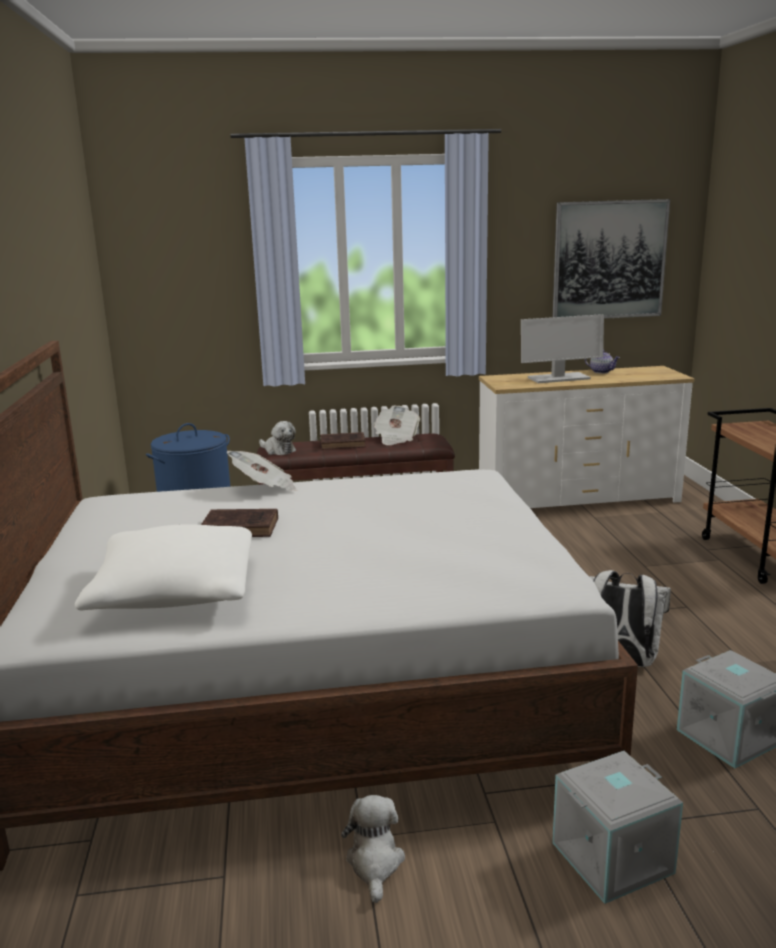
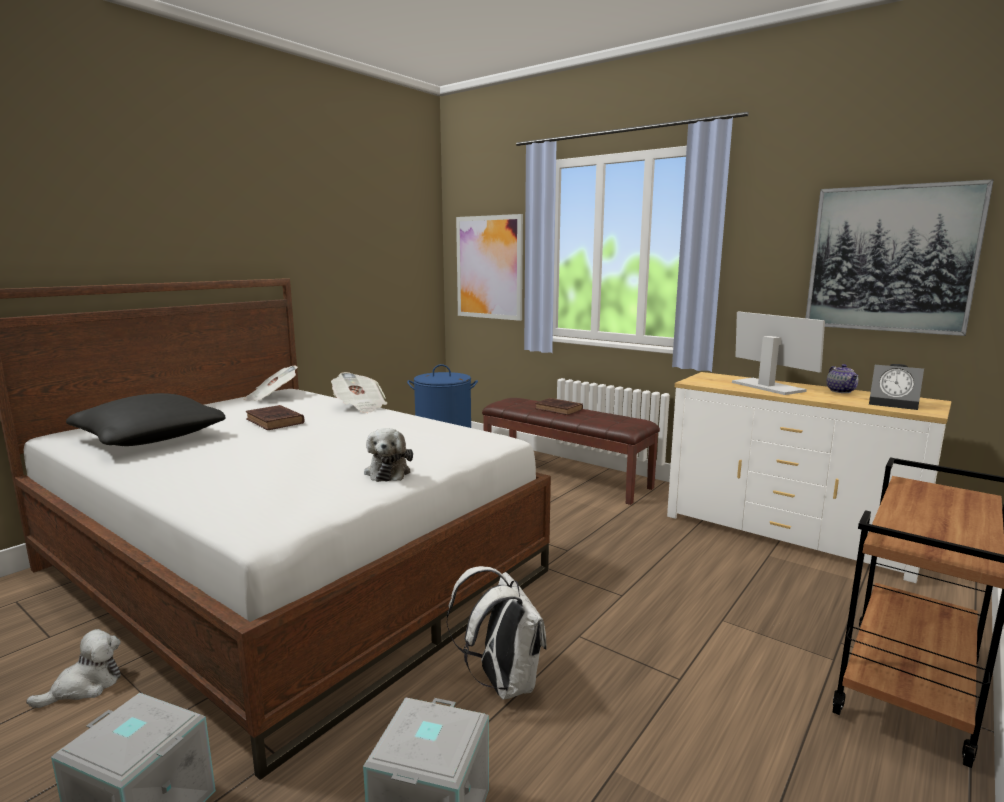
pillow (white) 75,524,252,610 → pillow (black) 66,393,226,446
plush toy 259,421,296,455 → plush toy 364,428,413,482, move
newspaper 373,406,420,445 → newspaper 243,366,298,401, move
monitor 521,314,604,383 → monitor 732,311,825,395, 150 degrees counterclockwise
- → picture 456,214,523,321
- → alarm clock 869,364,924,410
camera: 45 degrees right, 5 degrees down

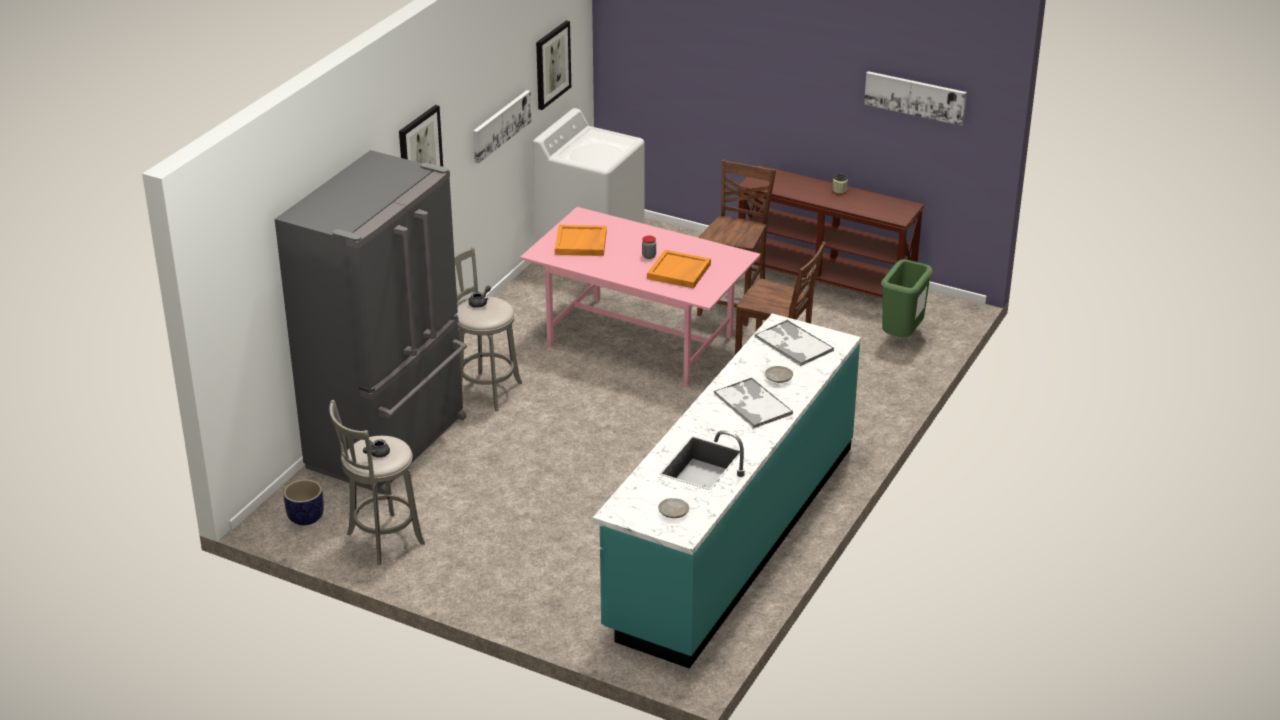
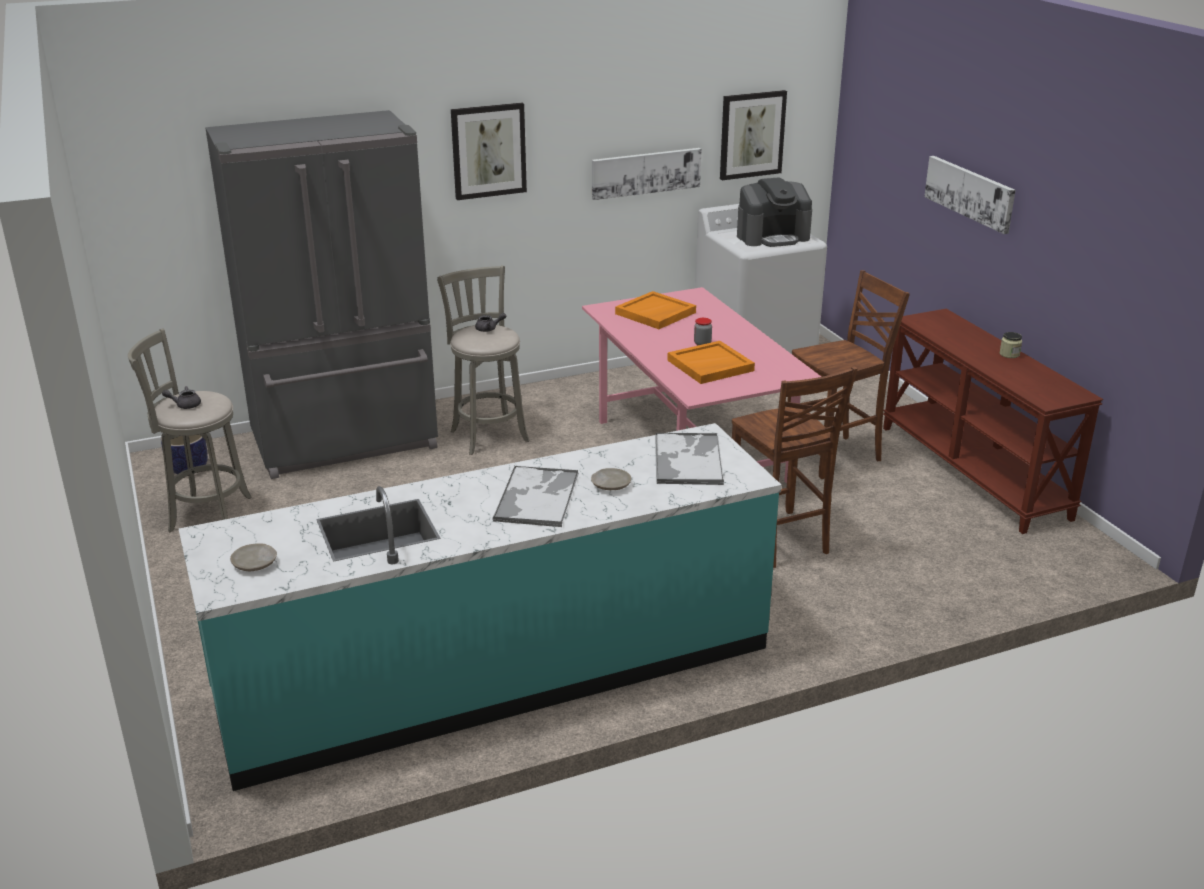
picture 864,71,967,126 → picture 924,156,1015,234, move
trash can (green) 881,259,933,337 → -
- → coffee machine 737,177,812,247
camera: 40 degrees right, 5 degrees down

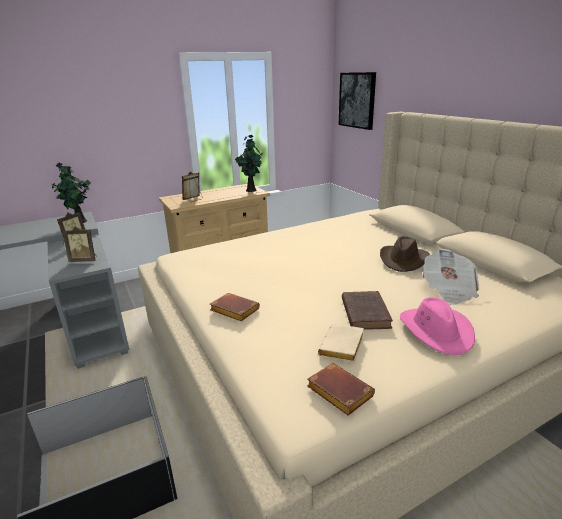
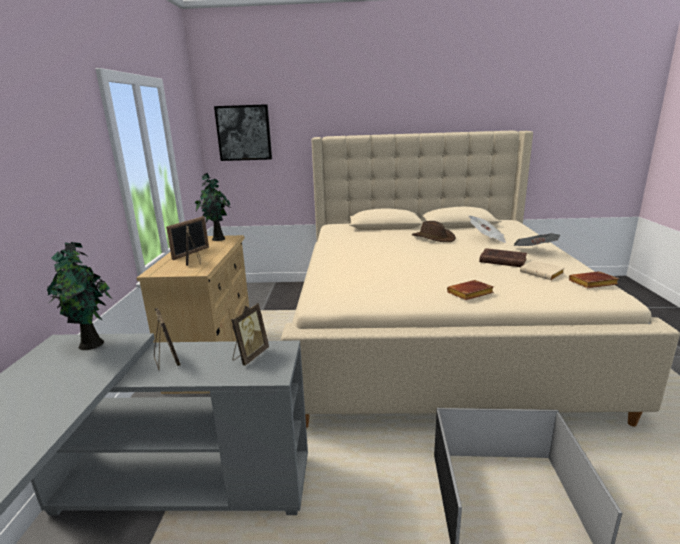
hat (pink) 400,297,475,355 → newspaper 513,233,561,246
- → picture frame 166,216,209,260
camera: 60 degrees left, 5 degrees down

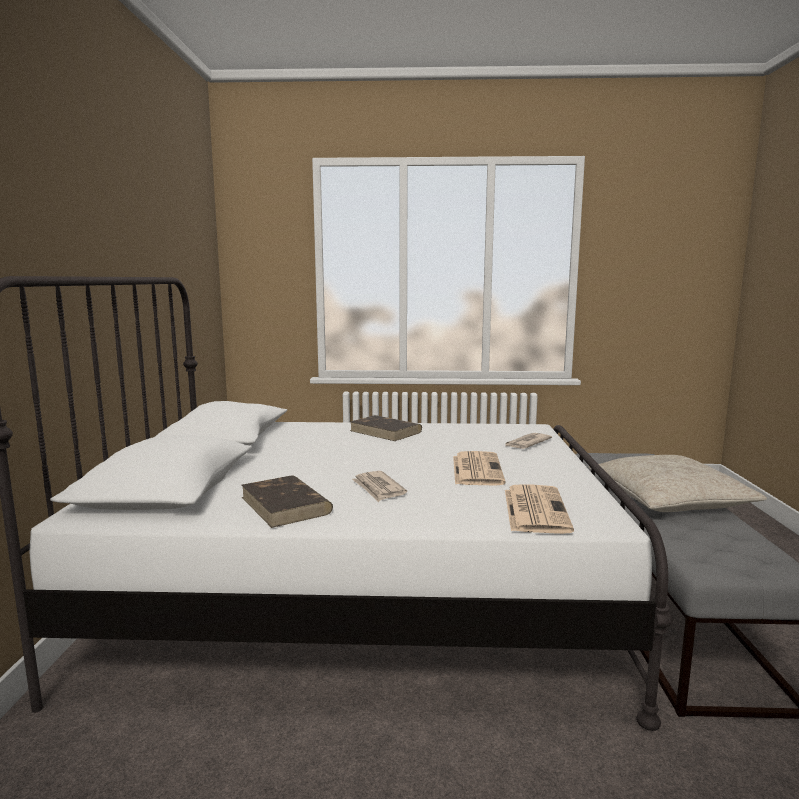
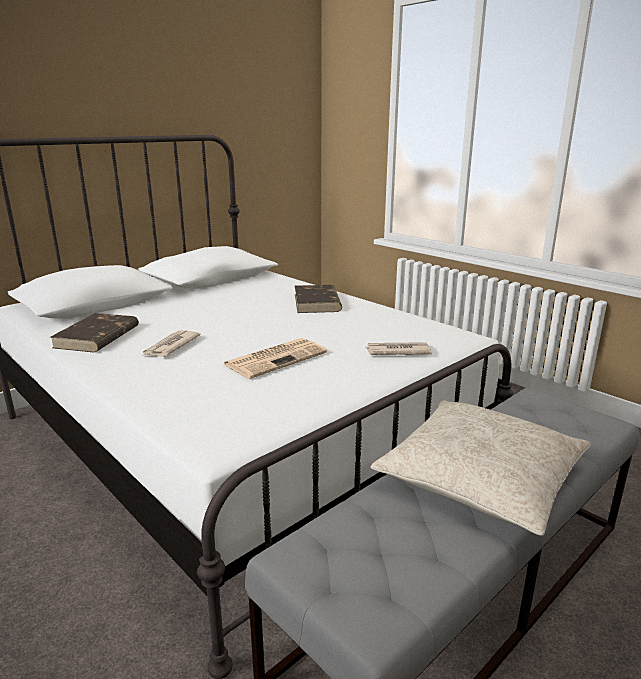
newspaper 505,484,574,534 → -
camera: 45 degrees right, 10 degrees up

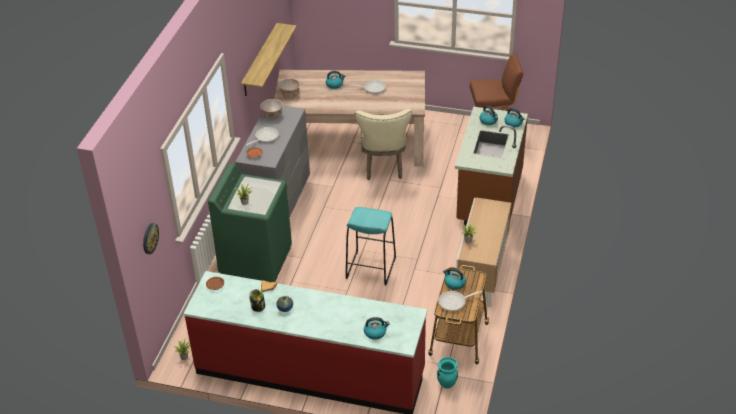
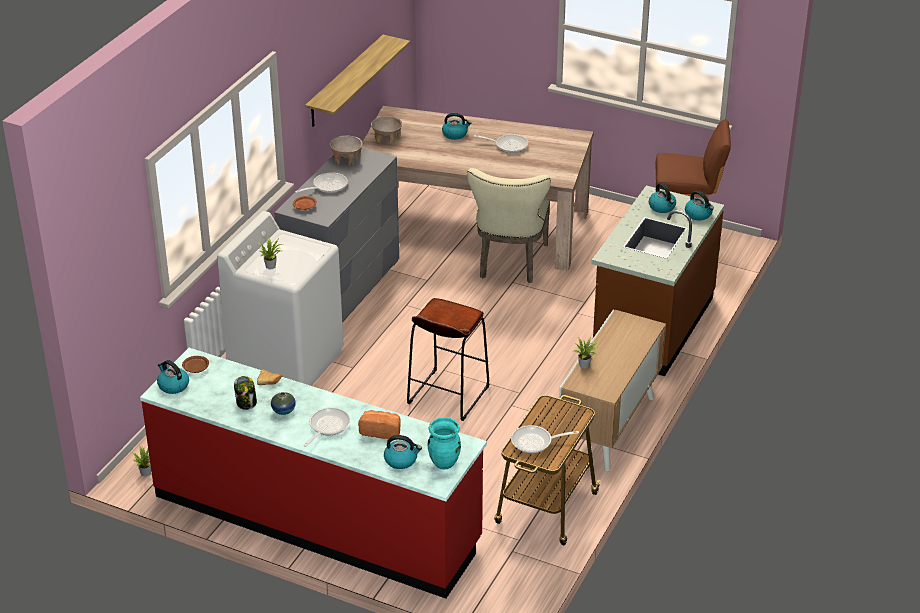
wall clock 143,223,159,254 → -
washing machine (green) 208,163,292,282 → washing machine (white) 217,211,343,386
stool (turquoise) 346,207,396,285 → stool (brown) 407,298,490,421
vase (turquoise) 437,357,458,389 → vase (turquoise) 427,417,461,469, move
kettle 443,268,466,290 → kettle 157,360,189,394, move
- → frying pan 303,407,350,447
- → bread 358,410,401,439
camera: 10 degrees right, 5 degrees down

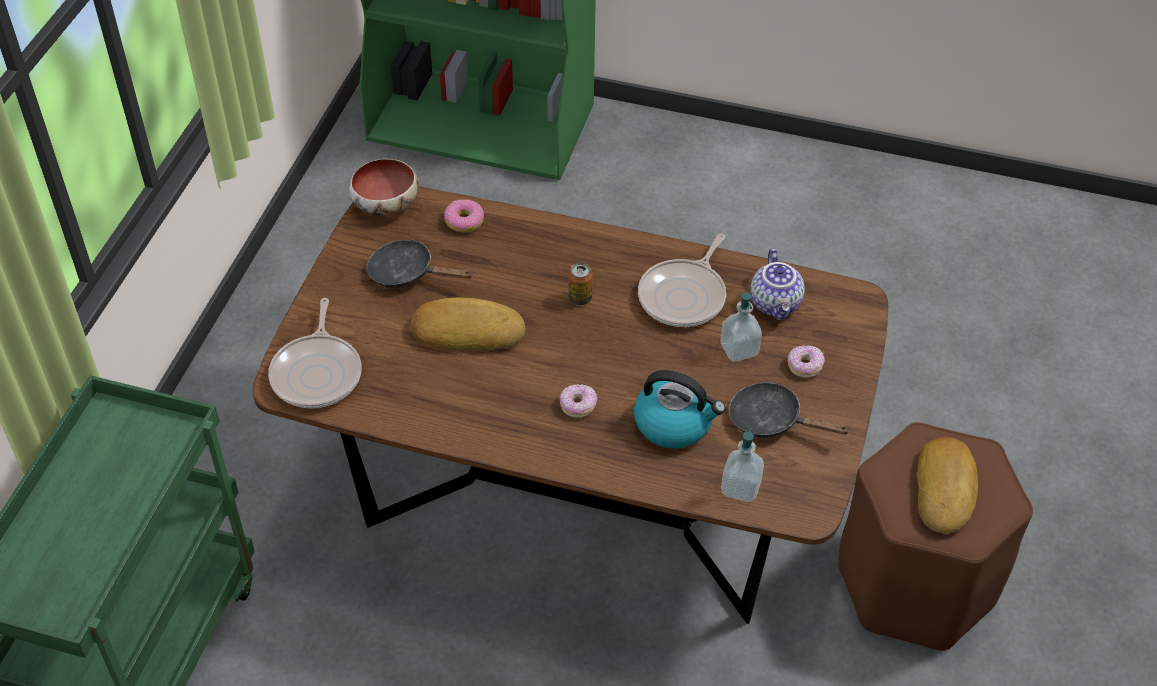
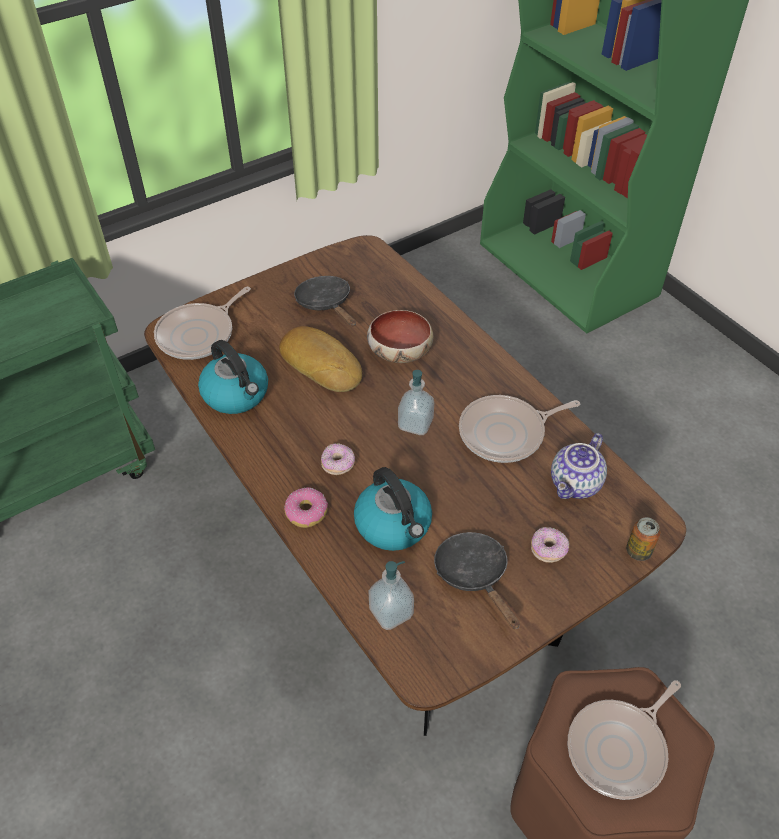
bowl 349,159,419,215 → bowl 367,310,434,363, move
donut 444,199,484,232 → donut 284,487,328,528, move
can 568,263,593,305 → can 626,517,660,561, move
soap dispenser 721,292,762,361 → soap dispenser 398,370,434,435, move
bread 917,437,978,533 → frying pan 568,680,681,800
- → kettle 198,340,268,414
camera: 40 degrees right, 0 degrees up

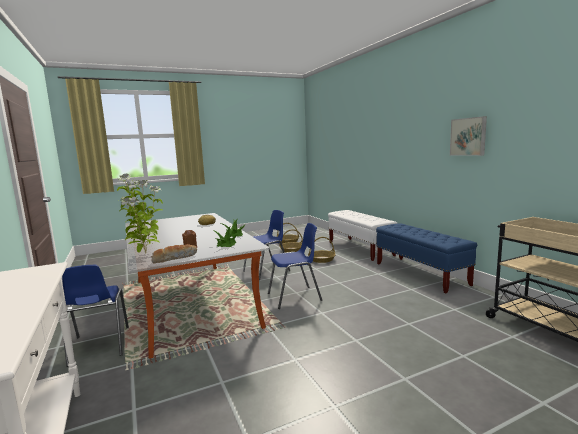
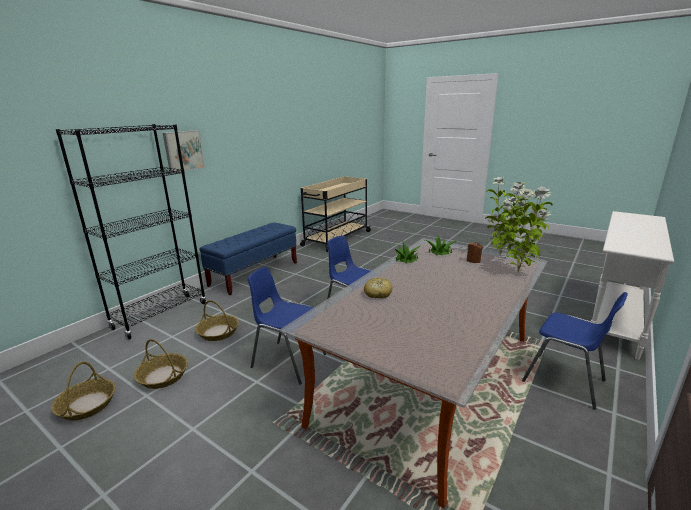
chair (blue) 62,265,129,367 → chair (blue) 522,292,628,409, 90 degrees clockwise
bread 151,244,197,264 → potted plant 485,177,529,255
bench (white) 328,210,397,261 → bookcase (black) 56,124,206,340
picture 450,116,487,156 → picture 163,130,205,173, move
camera: 120 degrees left, 10 degrees up

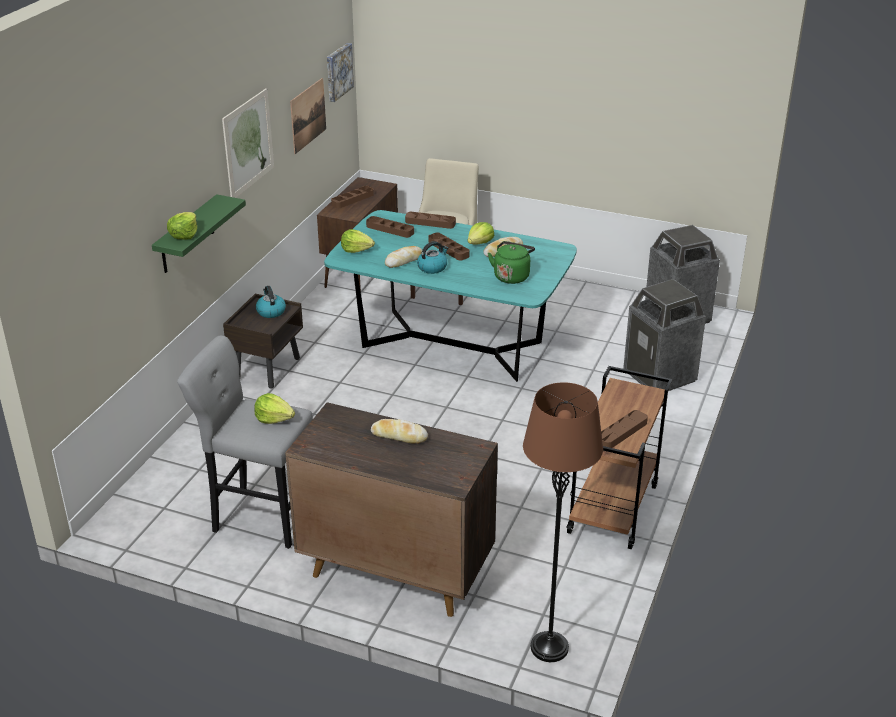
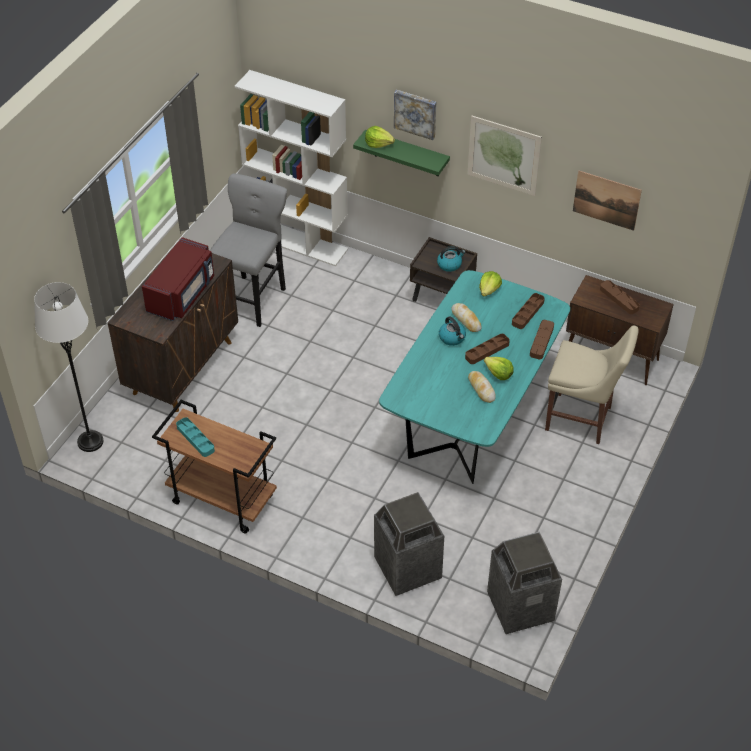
lettuce 254,393,295,424 → -
picture 327,43,354,102 → picture 394,90,436,140, move
bread 371,419,428,444 → microwave (red) 142,237,214,321
kettle (green) 488,241,535,284 → -
floor lamp (brown) 523,382,603,662 → floor lamp (white) 34,282,104,452
tray (brown) 601,410,648,448 → tray (turquoise) 176,417,215,457
- → bookcase (white) 234,70,348,266
camera: 95 degrees right, 15 degrees up

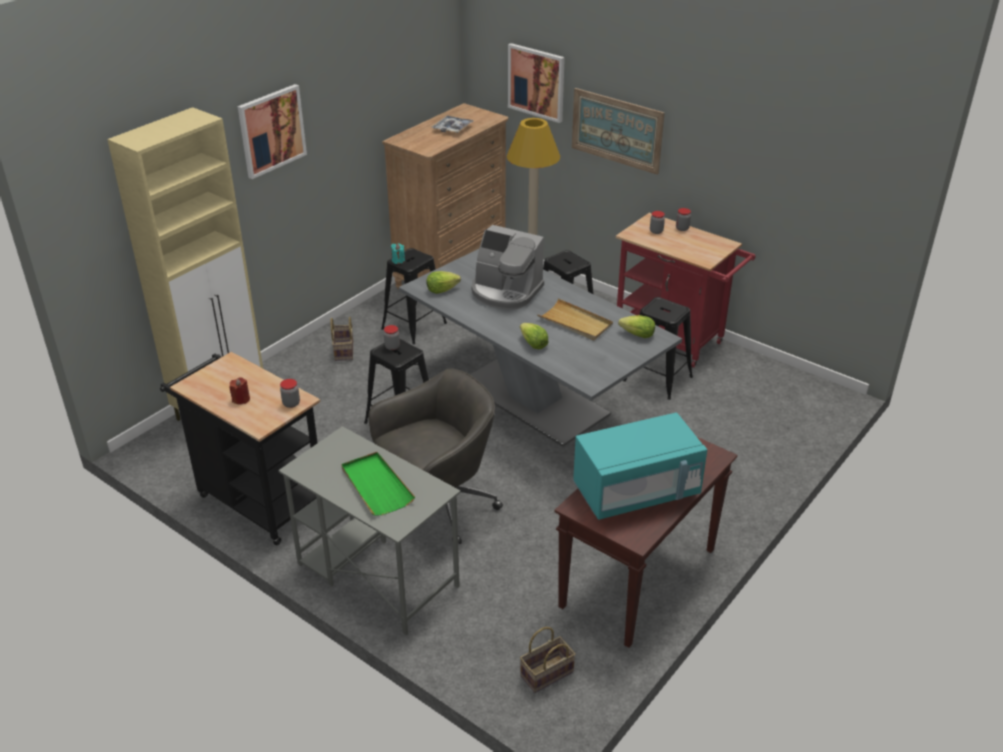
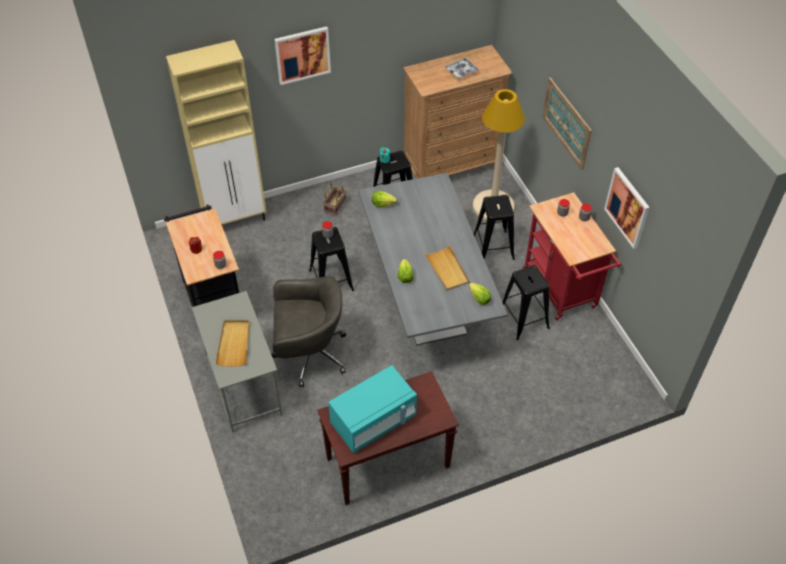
tray (green) 341,452,415,516 → tray (beige) 215,320,250,367
coffee machine 472,225,544,310 → -
picture 508,43,565,123 → picture 604,167,650,249, move
basket 520,627,576,693 → -
microwave (turquoise) 573,413,707,520 → microwave (turquoise) 328,365,417,453, 45 degrees counterclockwise
camera: 30 degrees right, 15 degrees up

